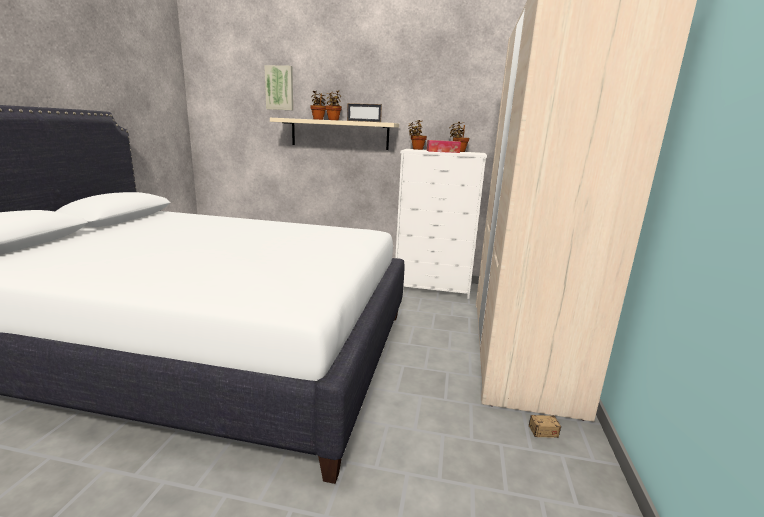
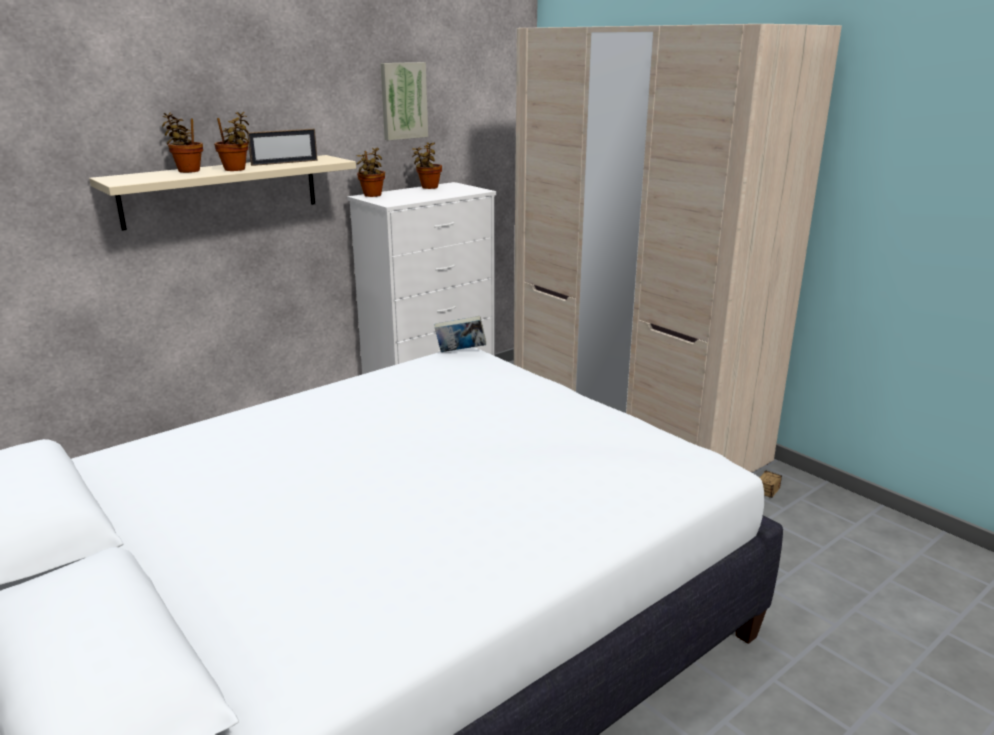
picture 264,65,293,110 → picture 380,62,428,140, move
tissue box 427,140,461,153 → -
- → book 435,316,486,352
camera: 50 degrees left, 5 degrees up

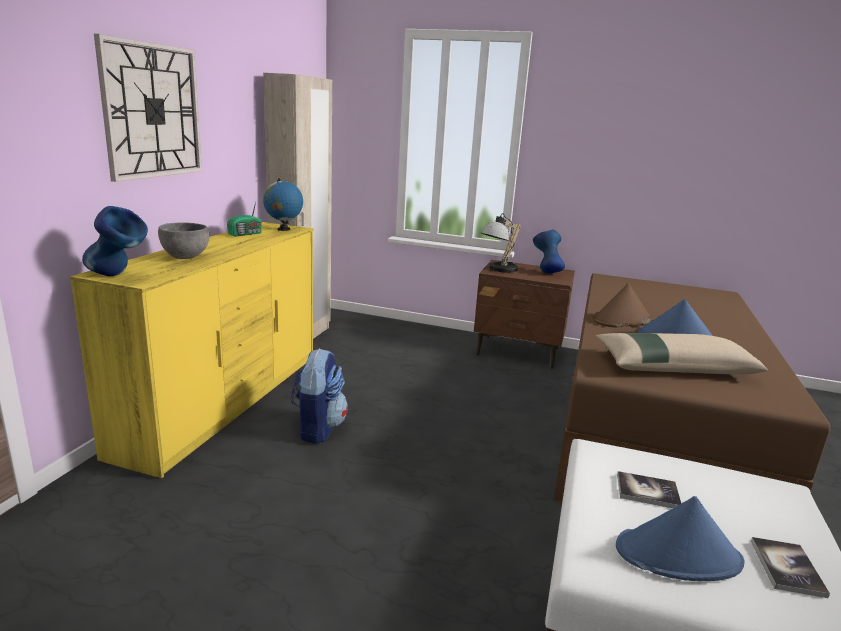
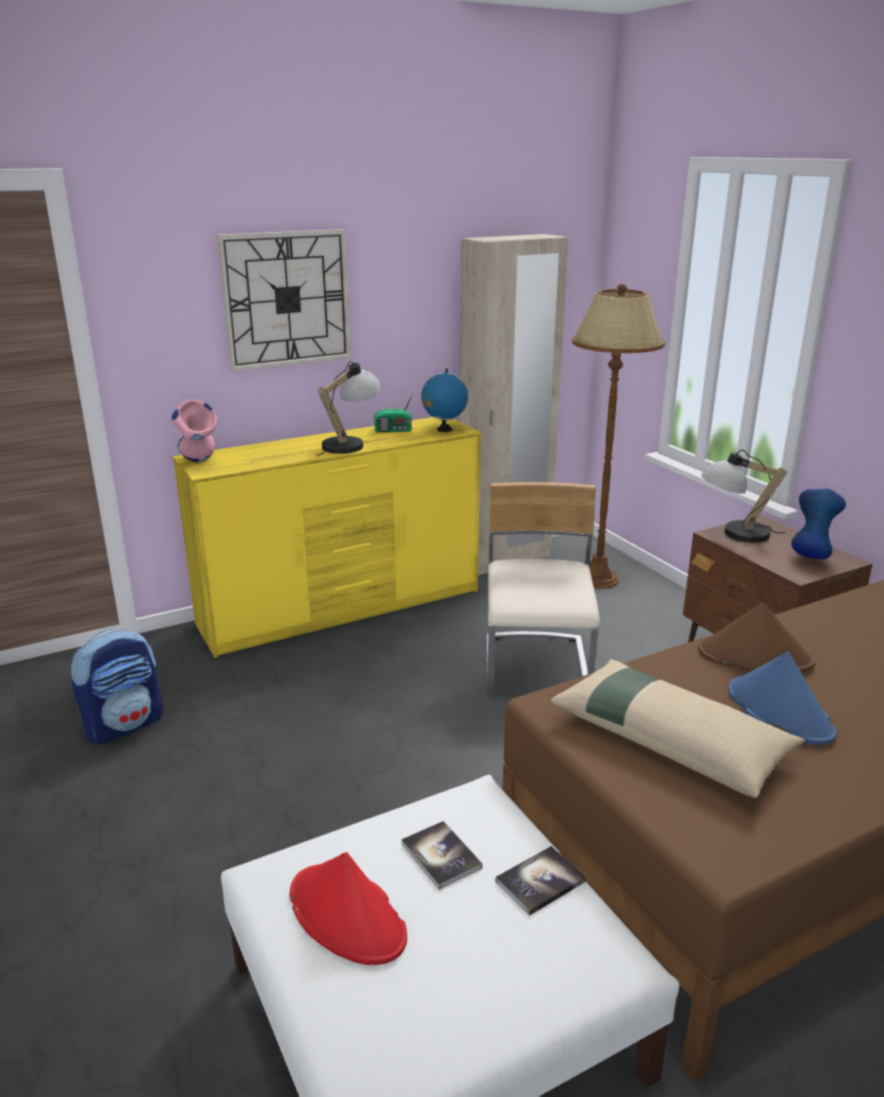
vase (blue) 82,206,148,276 → vase (pink) 172,400,217,462
bowl (grey) 158,222,209,259 → -
backpack 291,348,348,444 → backpack 71,628,163,744, move
hat (blue) 616,496,745,581 → hat (red) 290,852,407,965
book 751,537,830,598 → book 495,846,586,916, move
- → table lamp 317,361,382,456
- → chair (beige) 487,482,600,691
- → floor lamp (brown) 572,284,665,589
camera: 45 degrees right, 5 degrees up

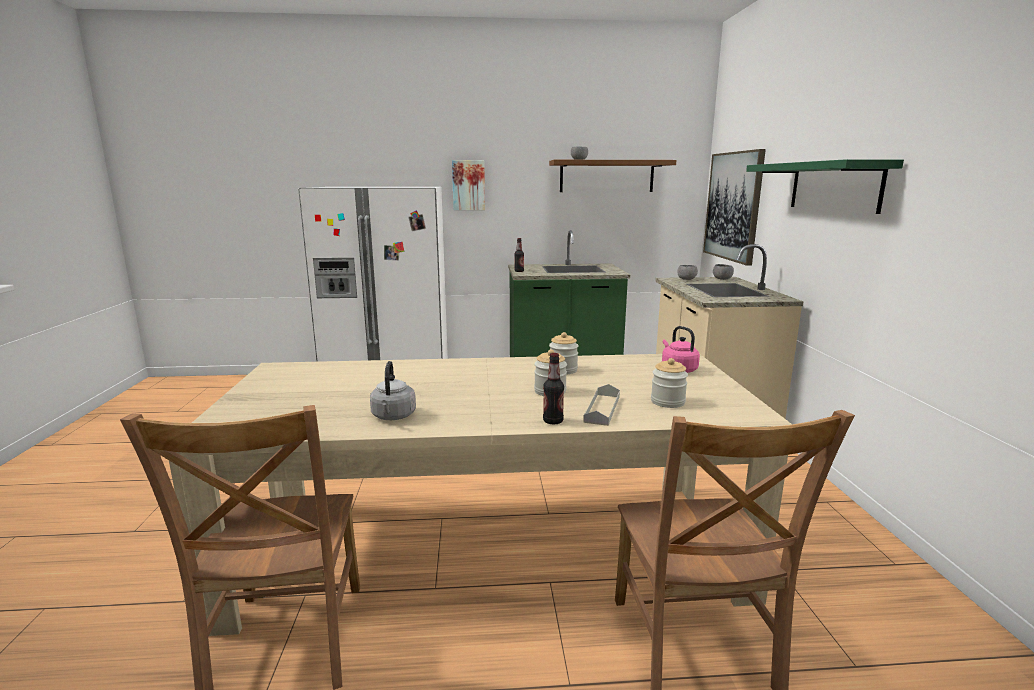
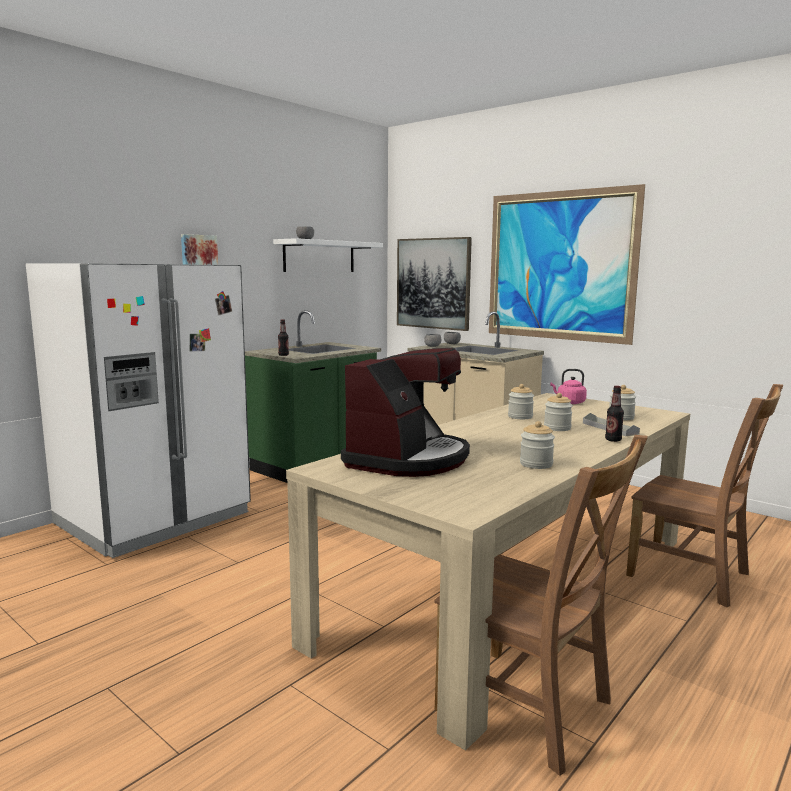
kettle (grey) 370,361,416,420 → jar 520,421,555,469
shelf (brown) 549,160,676,192 → shelf (white) 273,238,383,272
shelf (green) 746,159,904,214 → picture 489,184,645,345
- → coffee machine 341,348,470,477
camera: 45 degrees left, 5 degrees down

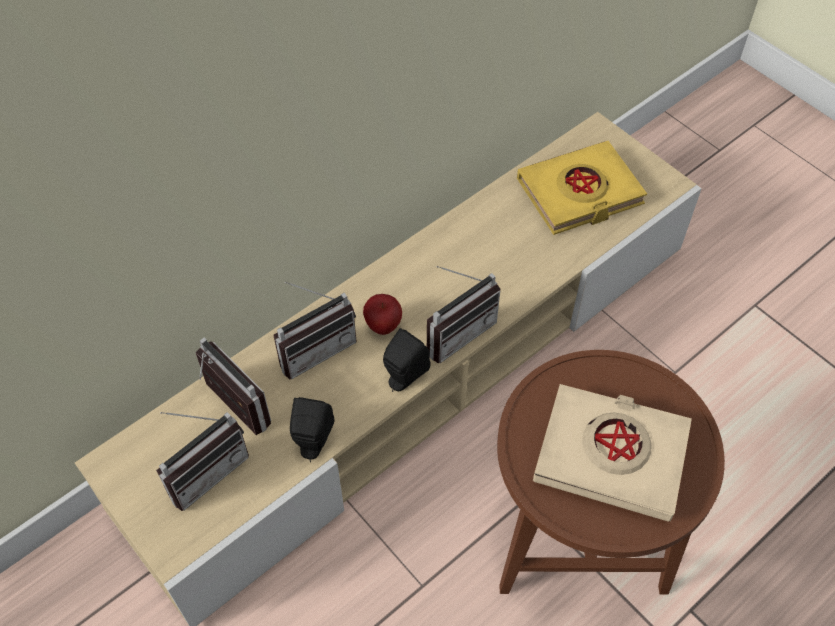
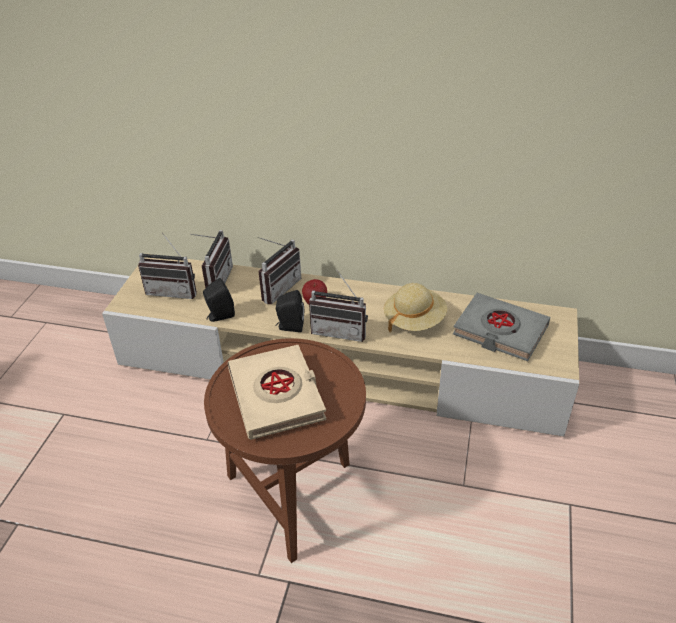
radio 273,282,357,380 → radio 257,237,301,304, 75 degrees counterclockwise
book (yellow) 517,141,647,235 → book (grey) 453,293,550,361
- → hat (beige) 384,283,447,333
camera: 55 degrees right, 15 degrees down

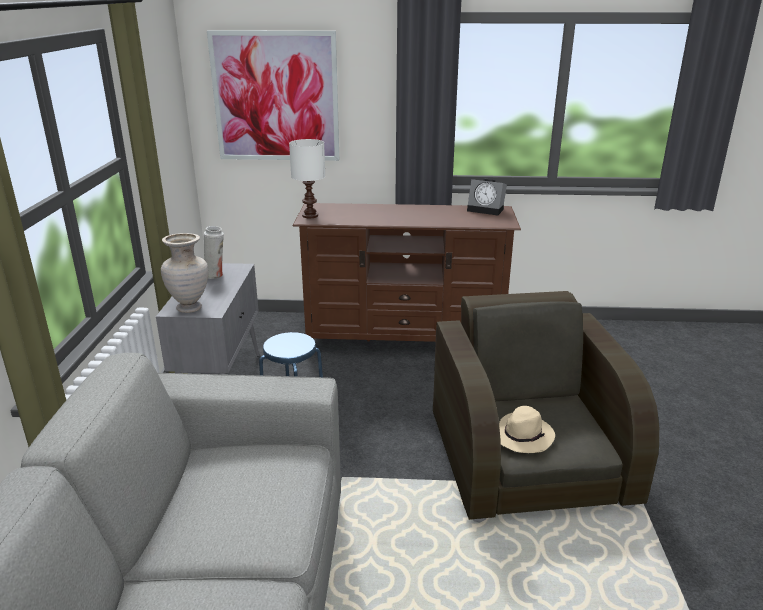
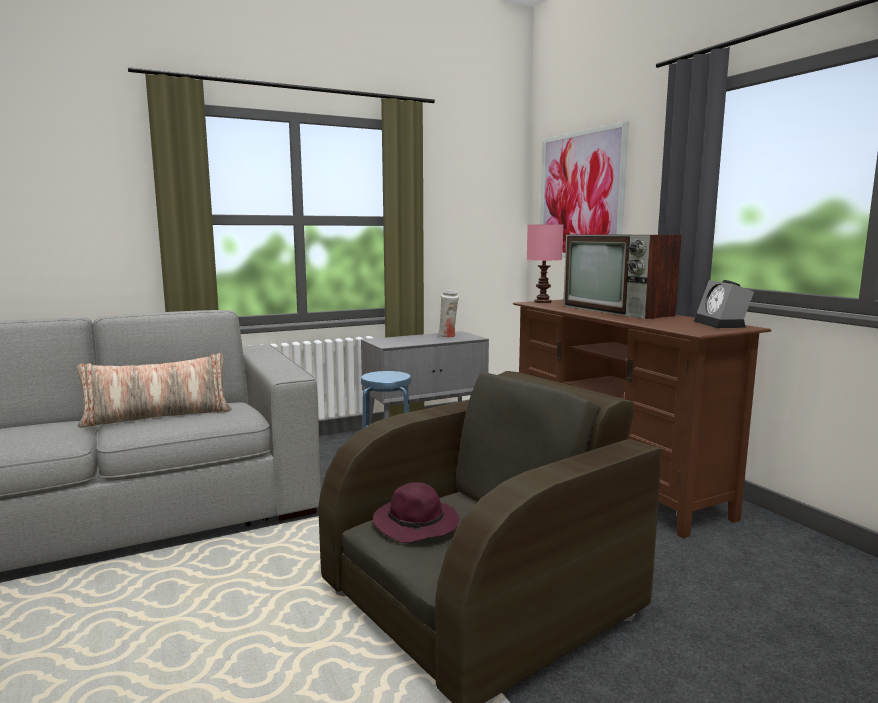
vase (beige) 161,233,208,313 → -
table lamp (white) 289,139,325,218 → table lamp (pink) 527,224,563,303
hat (beige) 499,406,555,453 → hat (purple) 373,482,459,543
- → pillow 77,353,232,428
- → television 563,234,681,319
camera: 60 degrees right, 15 degrees down

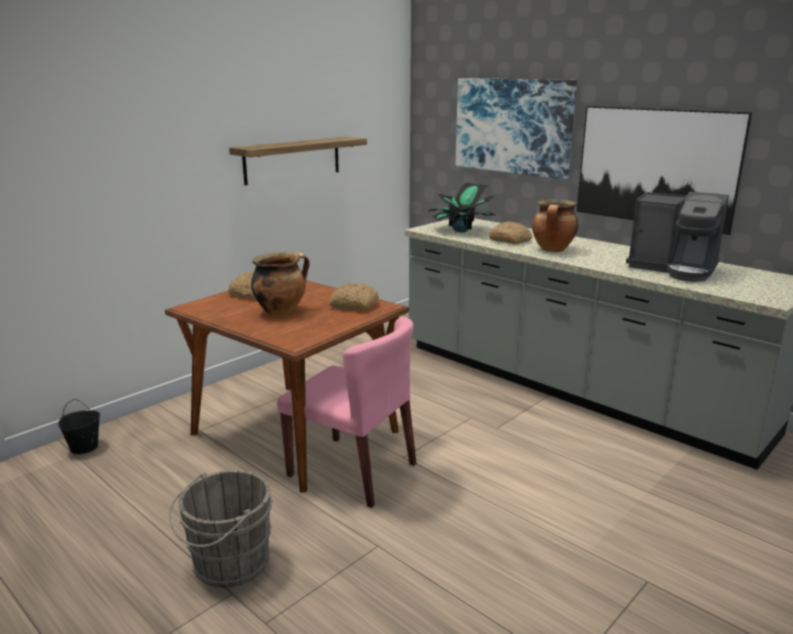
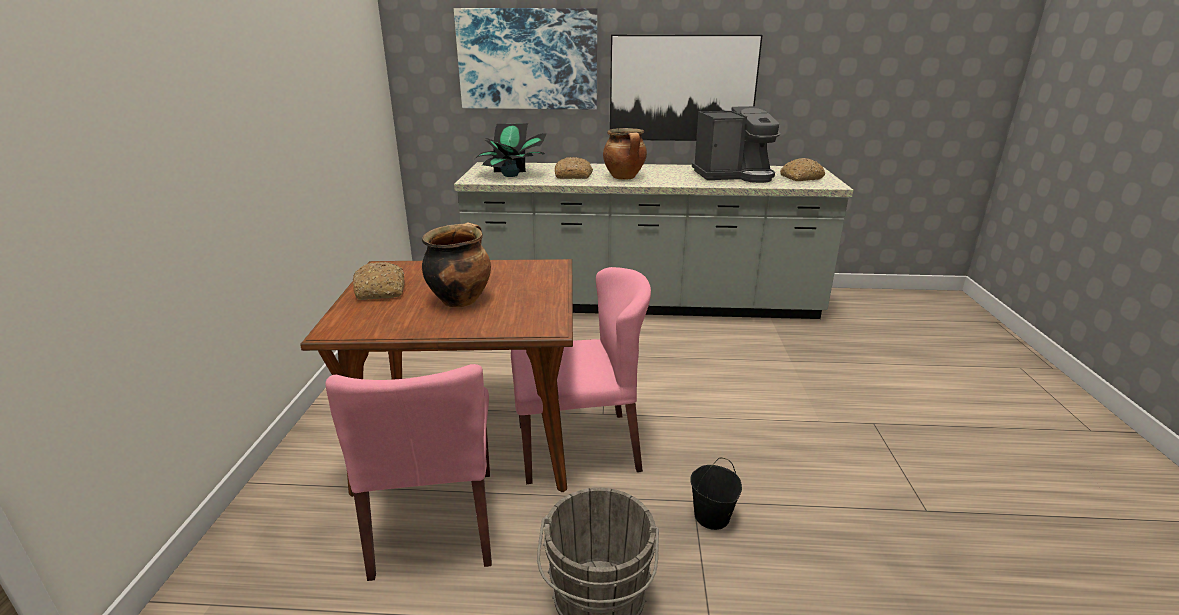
bucket (black) 58,399,100,454 → bucket (black) 690,458,742,530, move
shelf 229,136,367,185 → -
bread 329,283,379,311 → bread 780,158,825,181, move
- → chair (pink) 325,364,492,581
camera: 40 degrees left, 5 degrees up

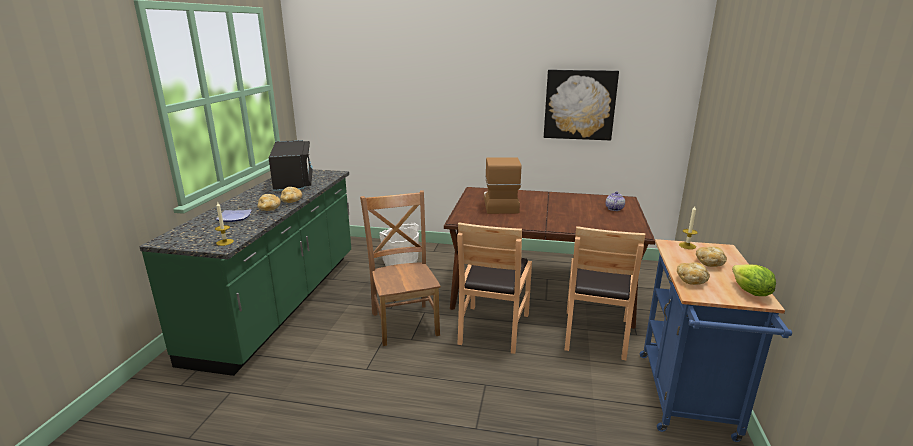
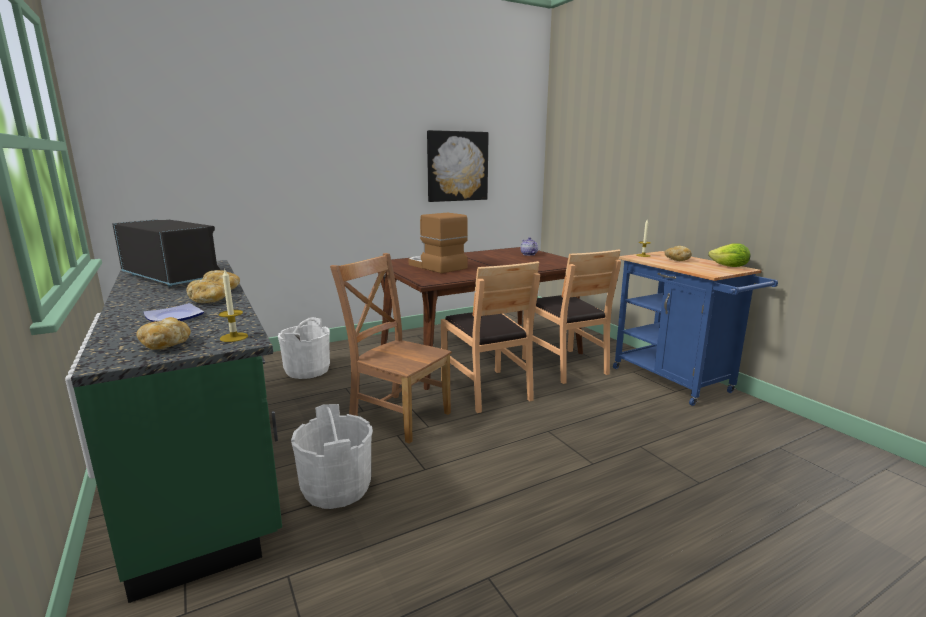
bread 677,262,710,285 → bread 136,317,191,350, move
- → bucket (white) 291,404,373,509
camera: 40 degrees left, 5 degrees down

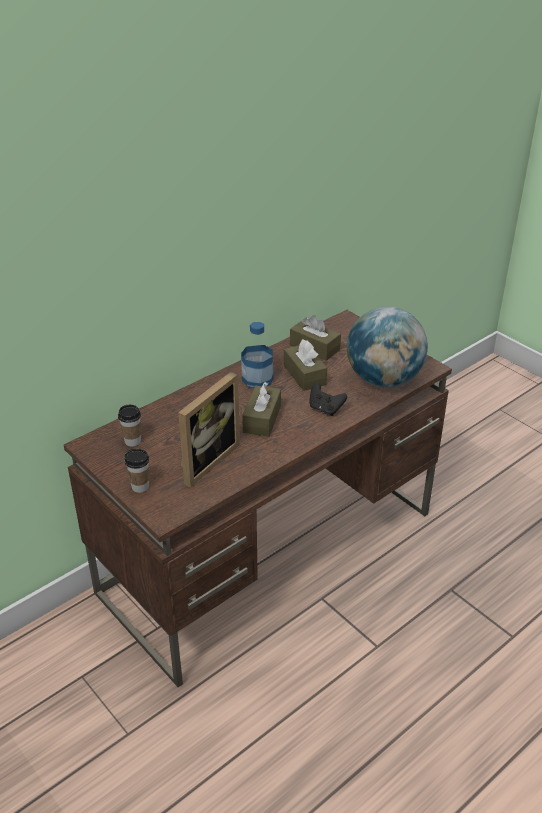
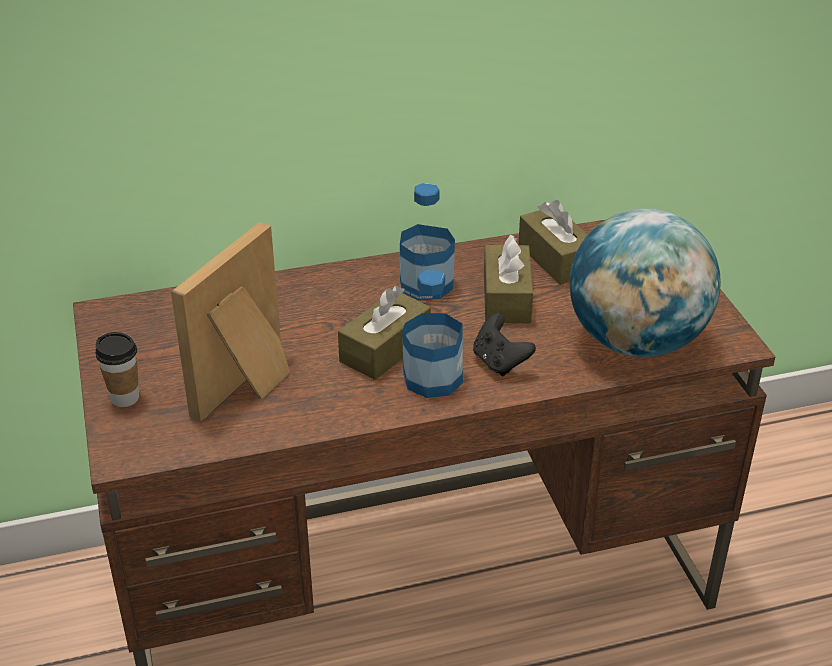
cup 118,405,141,447 → -
picture frame 178,372,240,487 → picture frame 171,222,290,422, 150 degrees clockwise
- → bottle 402,270,463,398
camera: 25 degrees right, 0 degrees up

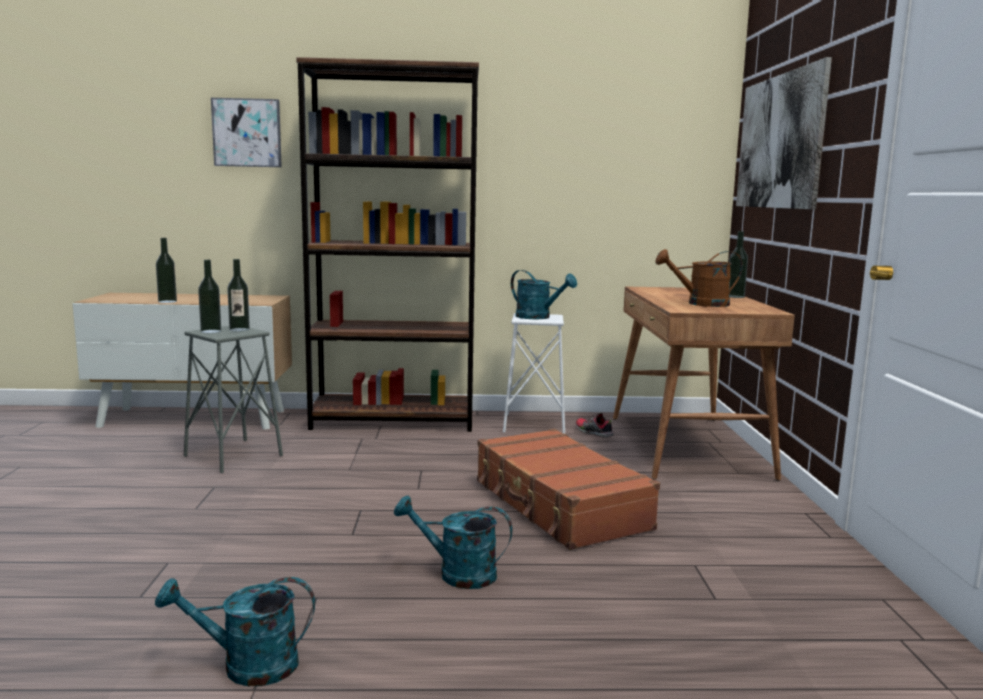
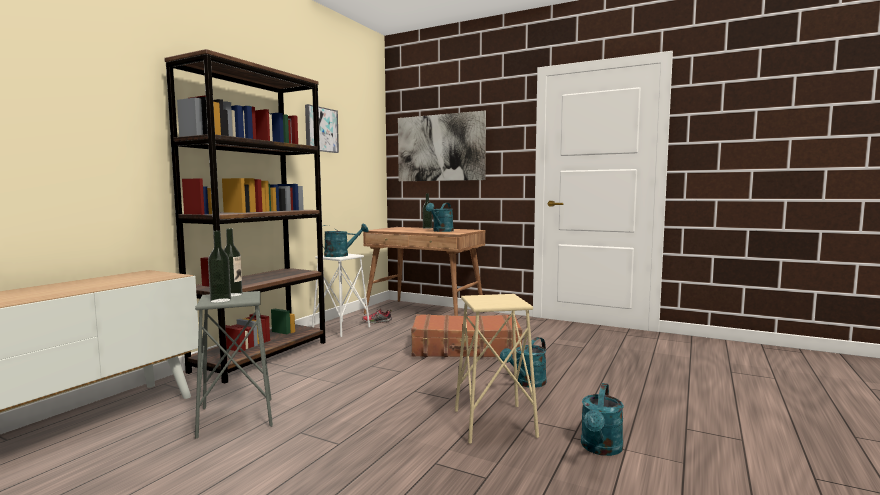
bottle 156,238,177,303 → -
picture 211,98,282,167 → picture 305,104,339,153, move
watering can (brown) 656,249,743,307 → watering can (turquoise) 426,203,454,232
- → stool (beige) 455,294,539,444
camera: 60 degrees left, 5 degrees down

